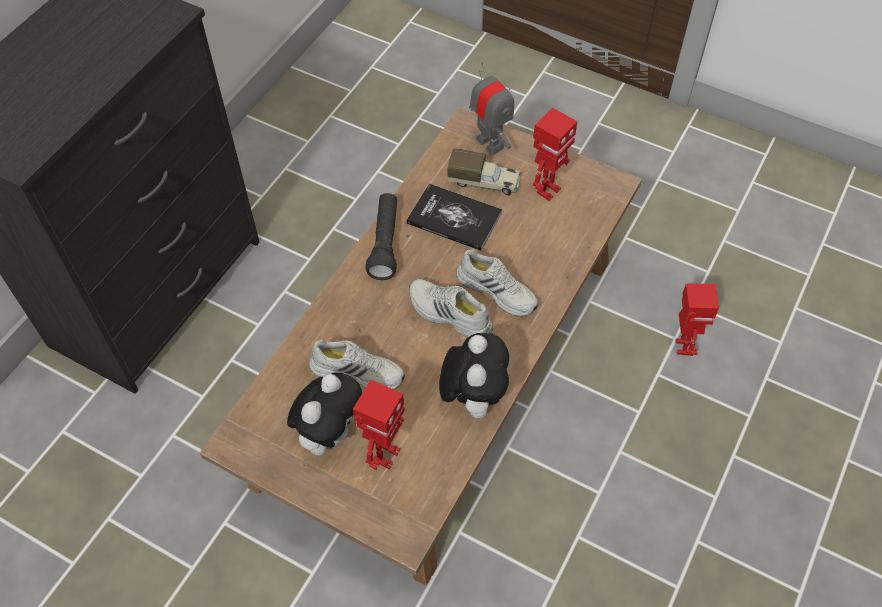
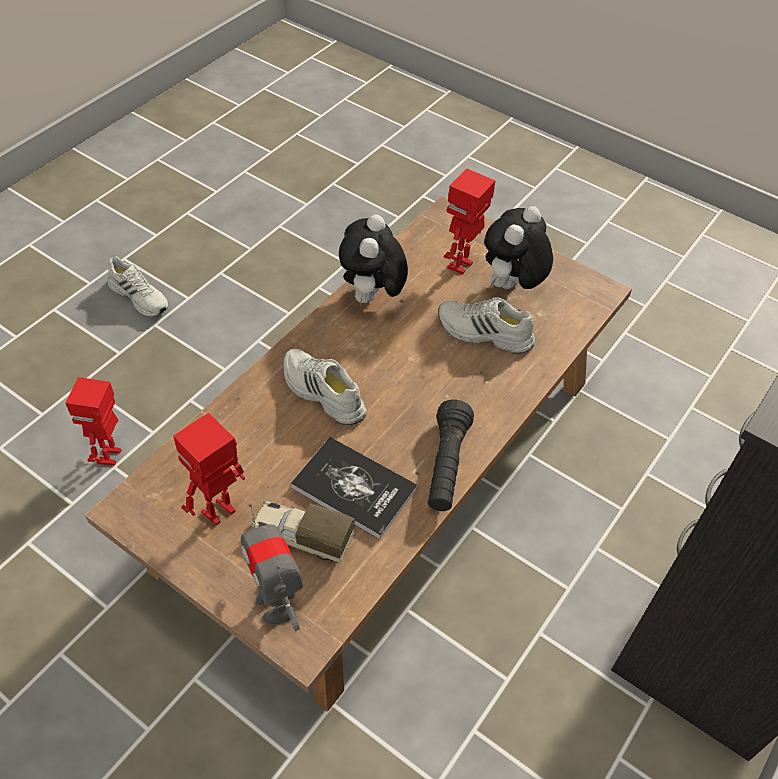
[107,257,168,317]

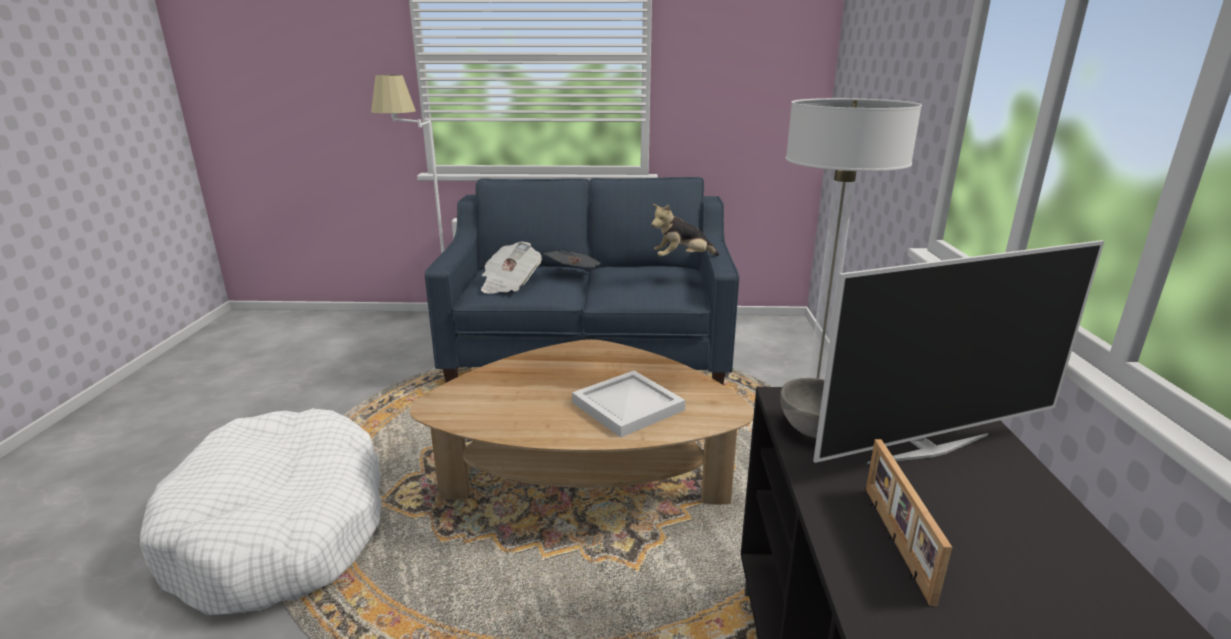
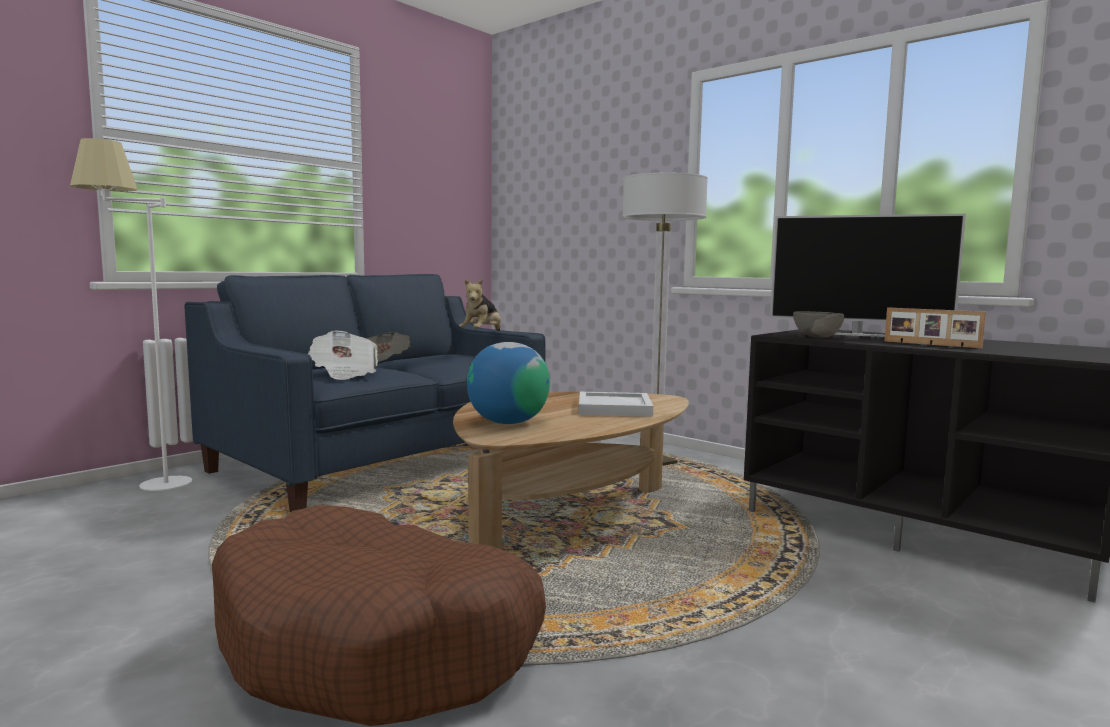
[212,505,546,726]
[770,214,966,337]
[467,342,550,424]

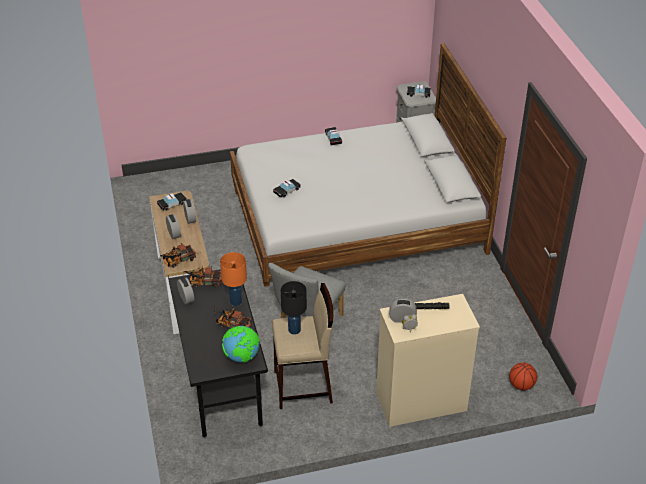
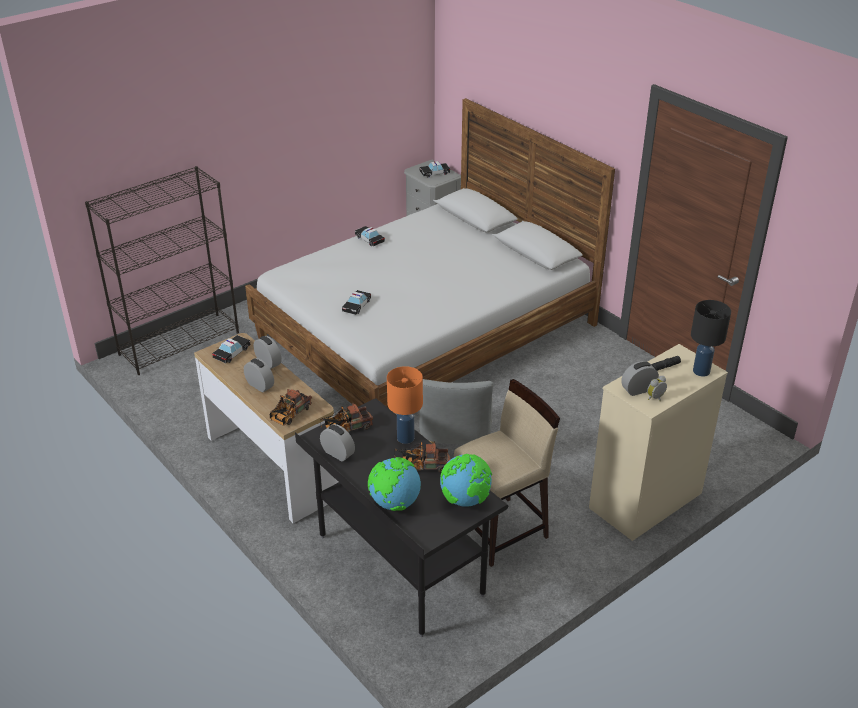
[691,300,731,377]
[509,362,537,390] (first image)
[85,166,239,375]
[368,457,421,511]

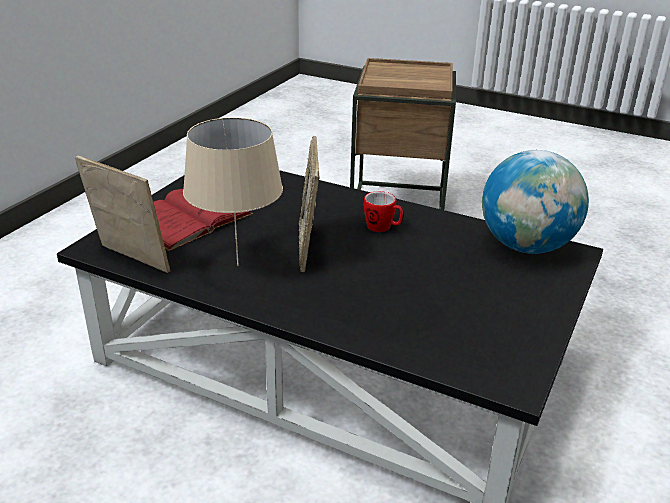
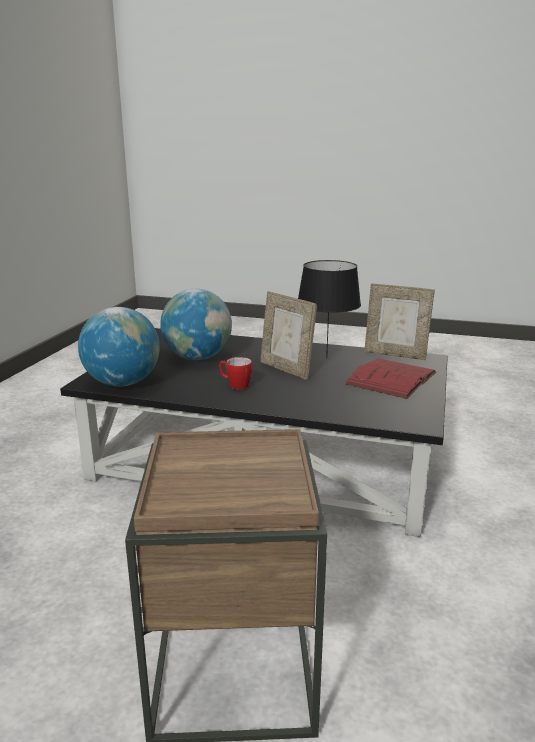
[298,260,361,358]
[260,291,317,380]
[160,289,232,360]

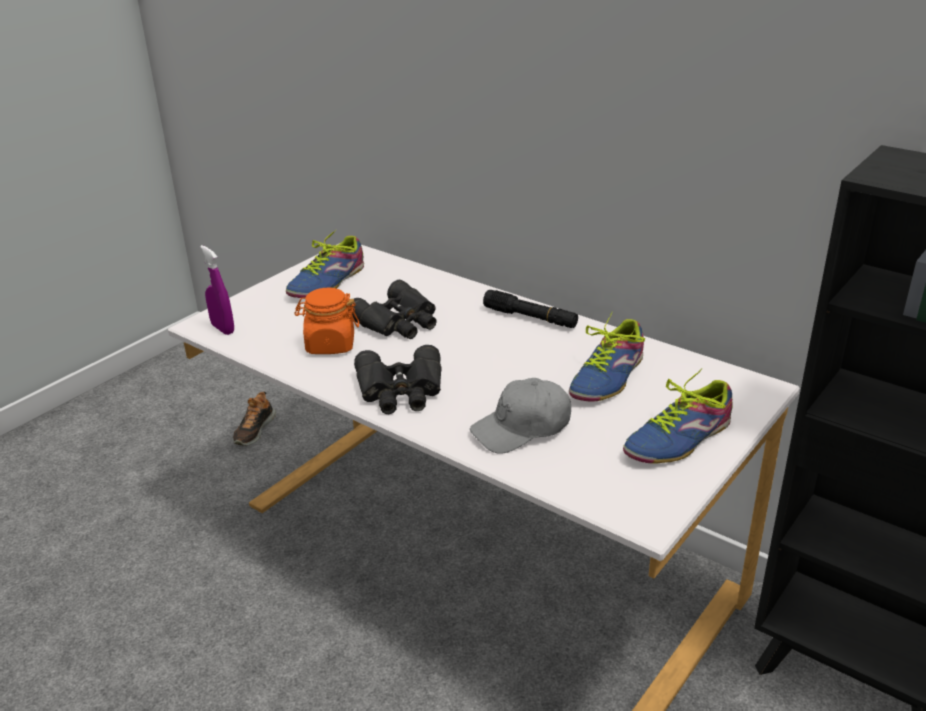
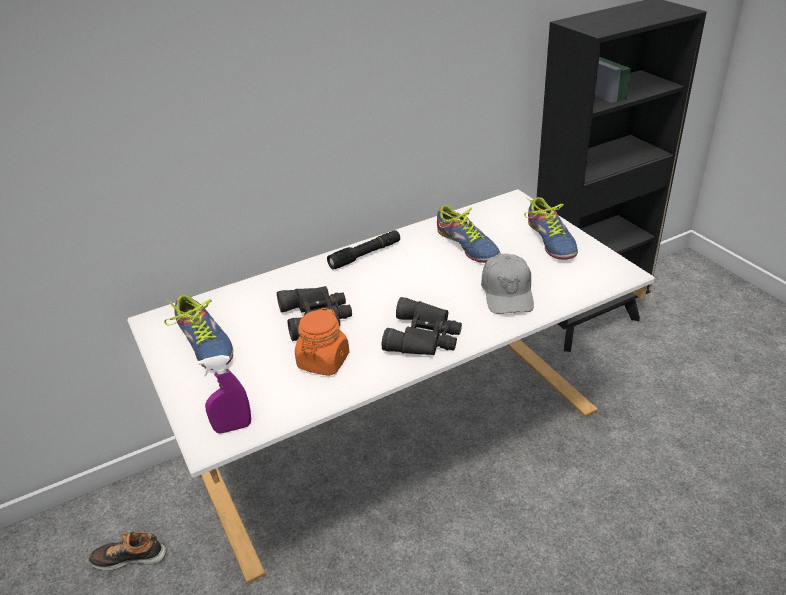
[88,531,166,570]

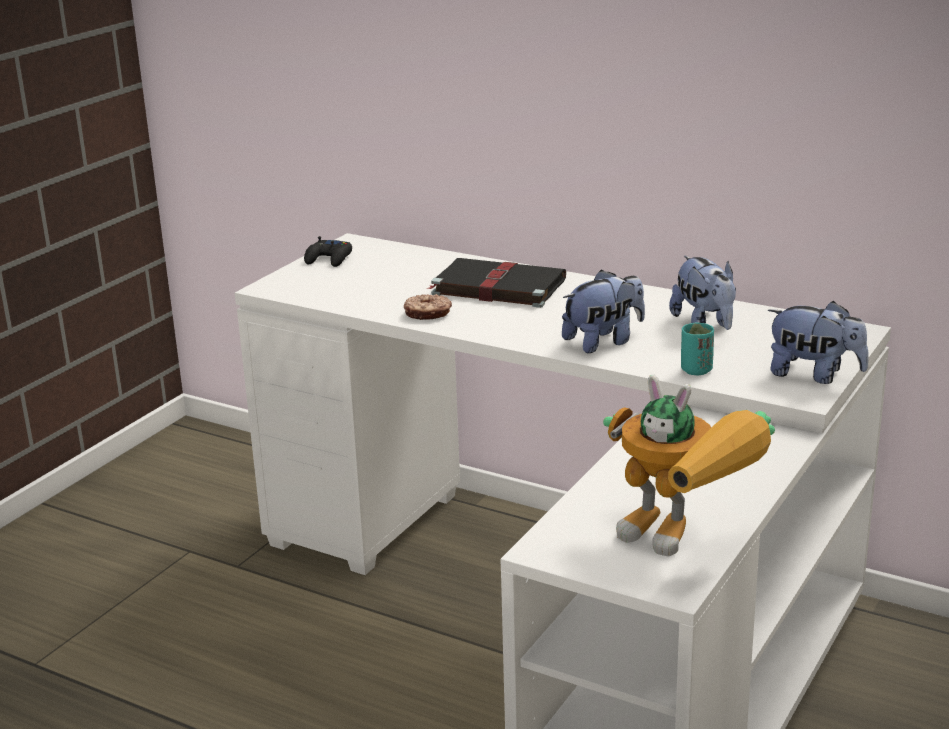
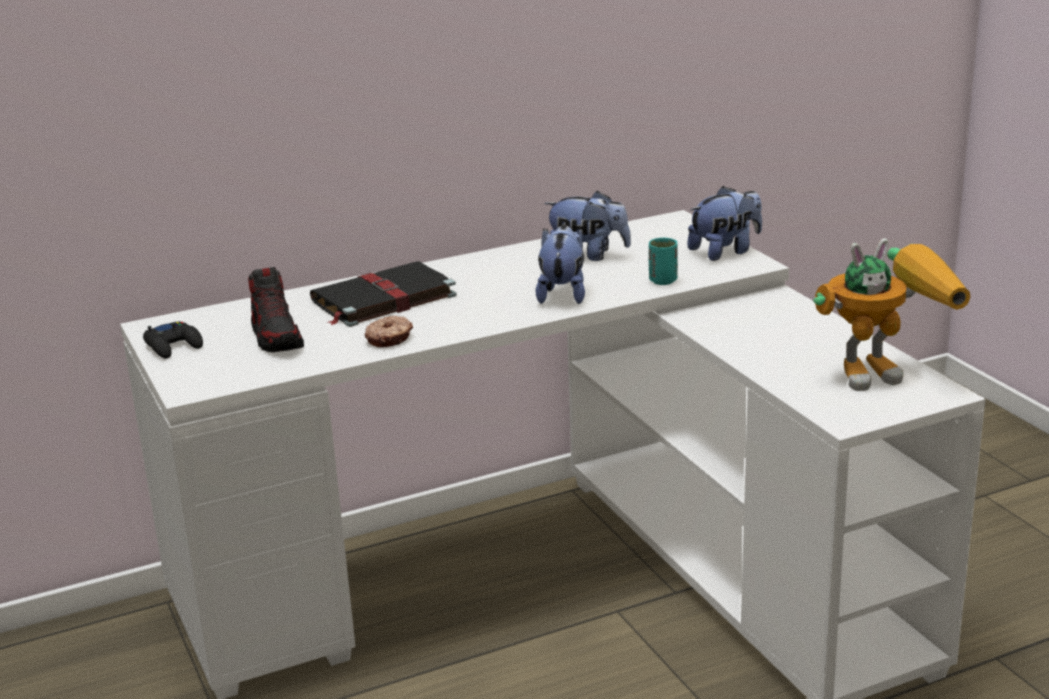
[248,267,304,352]

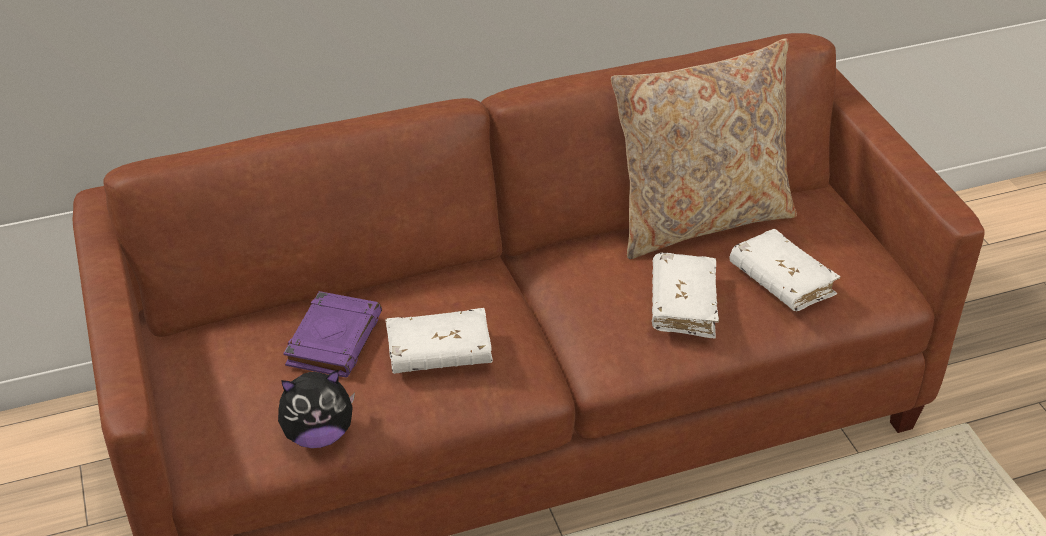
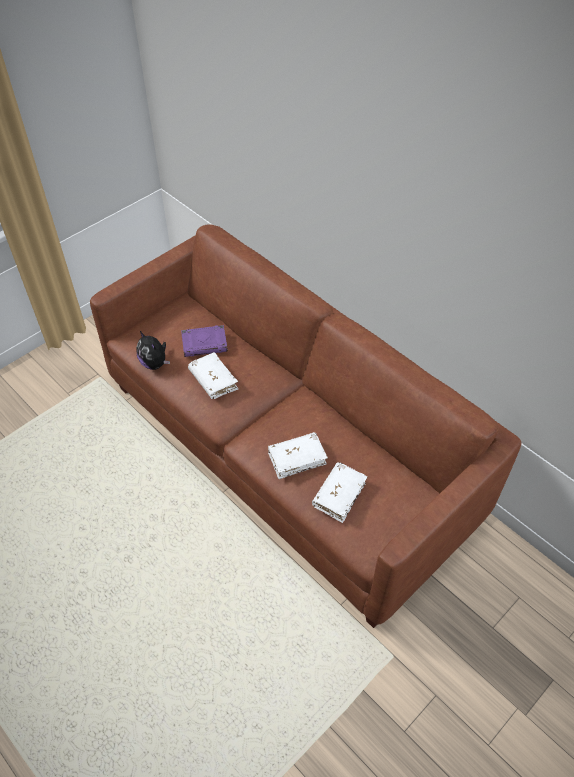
[611,38,797,259] (first image)

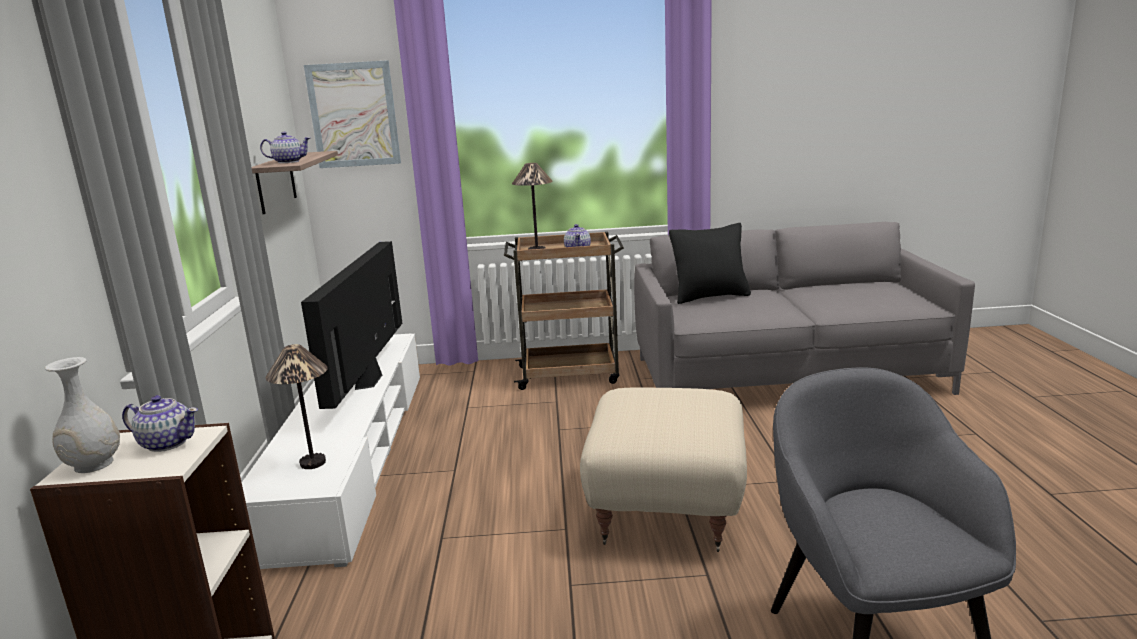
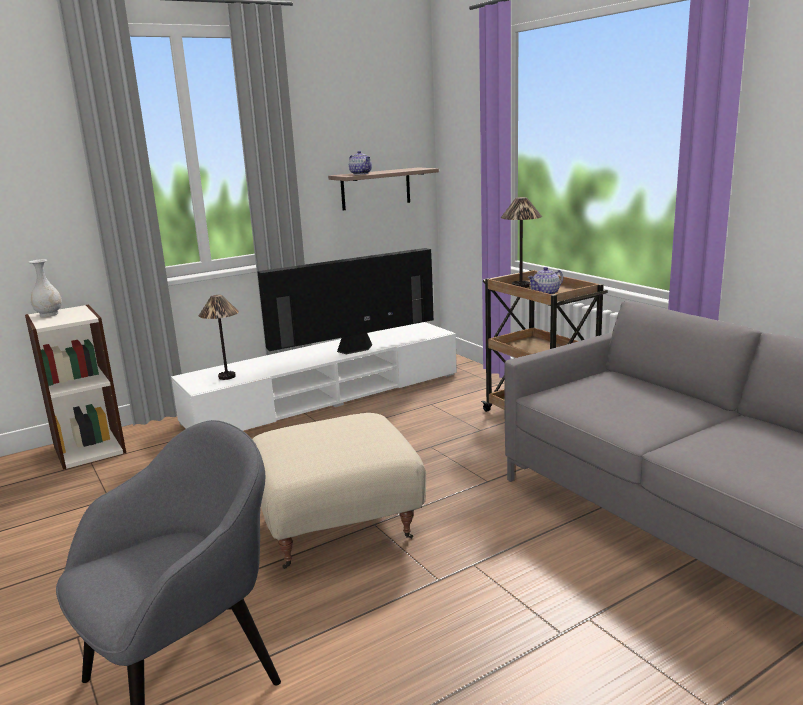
[122,395,198,452] (first image)
[304,60,401,168] (first image)
[669,223,751,304] (first image)

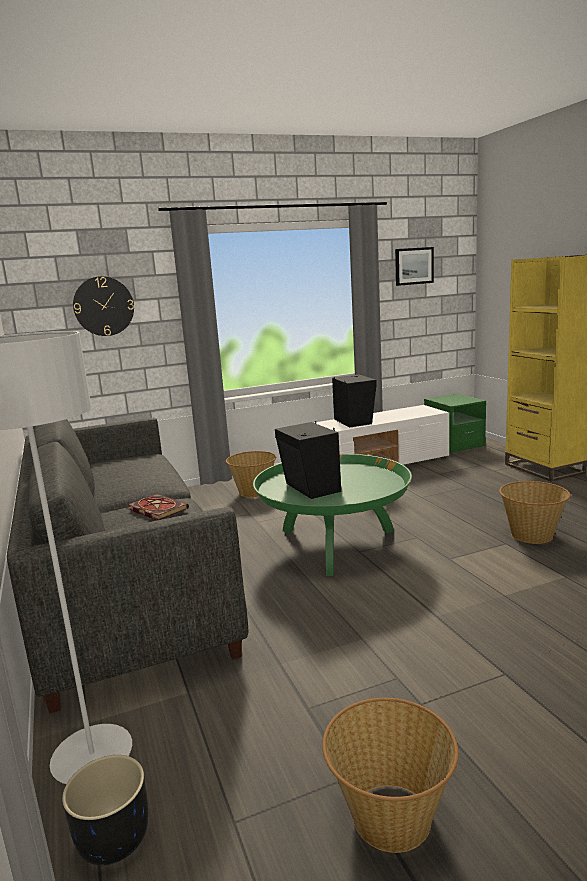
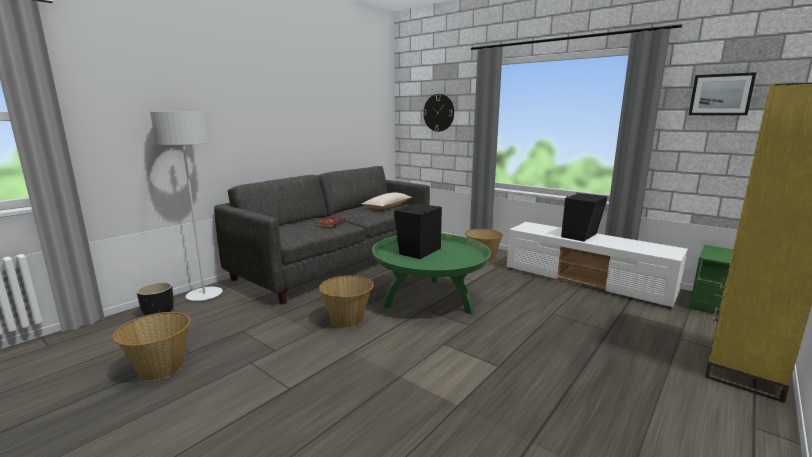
[319,275,374,328]
[362,192,412,209]

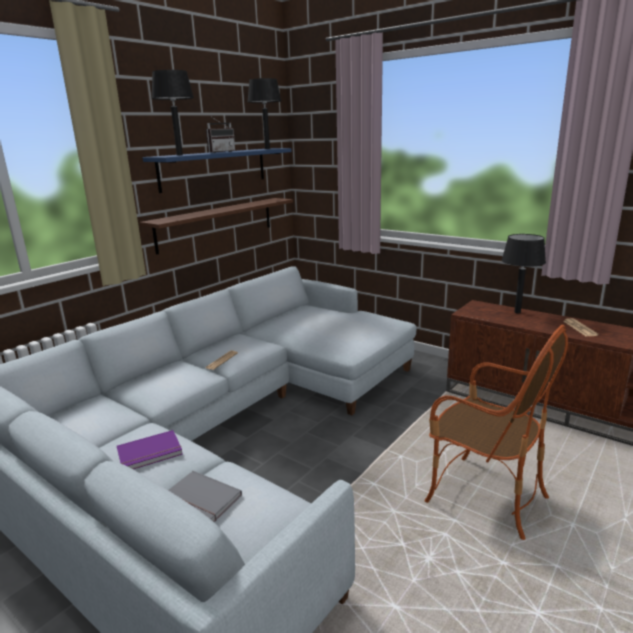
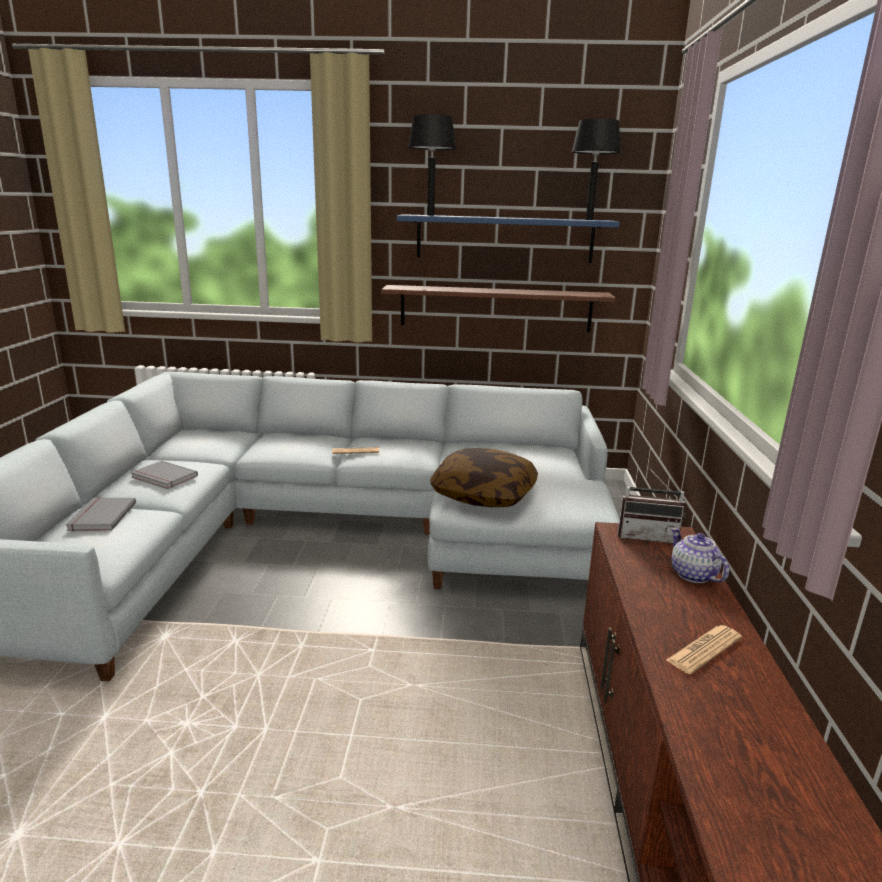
[130,461,198,489]
[617,467,685,544]
[424,325,568,540] (first image)
[671,528,729,583]
[430,448,538,507]

